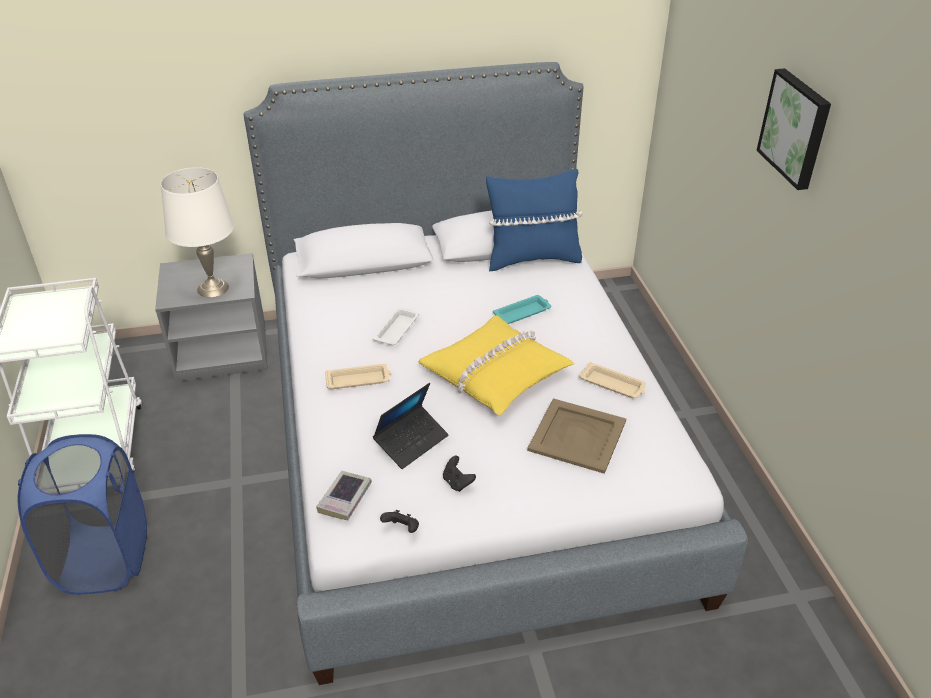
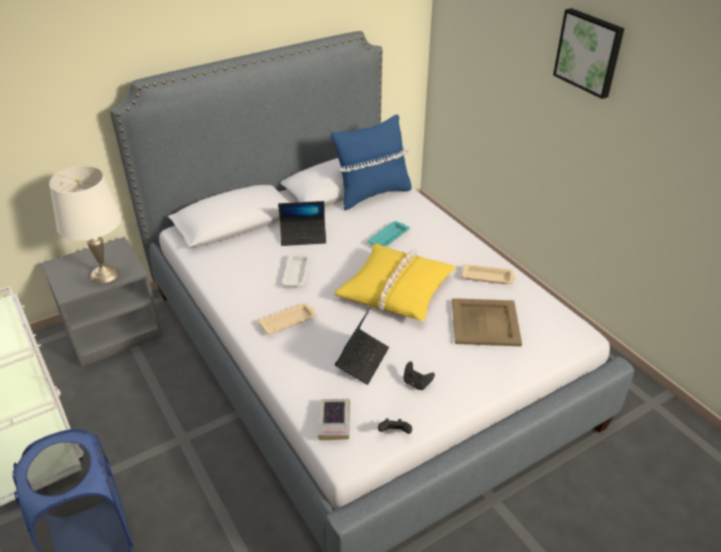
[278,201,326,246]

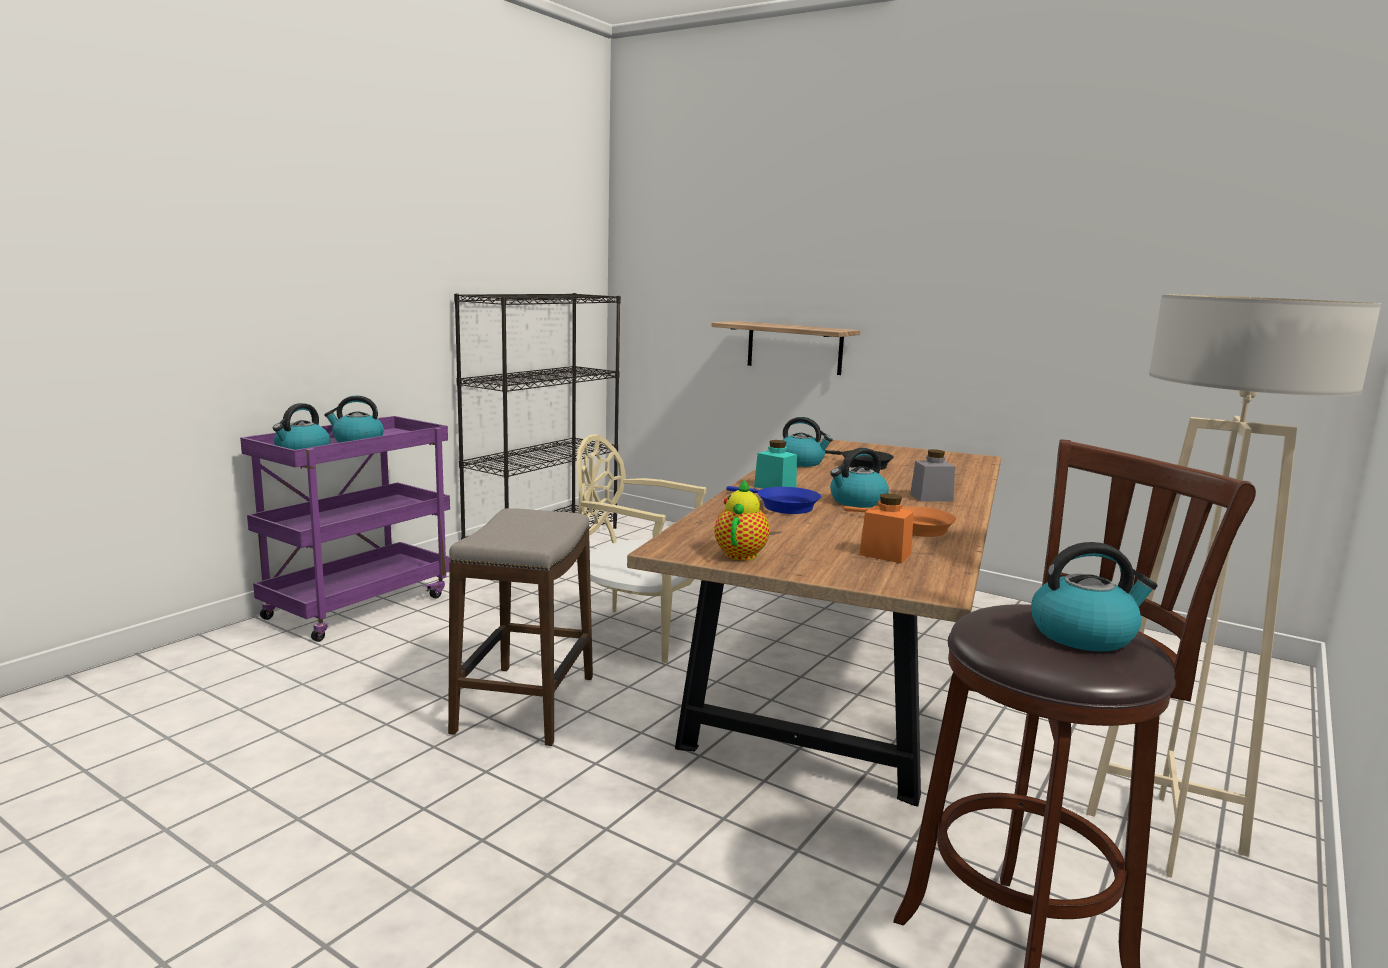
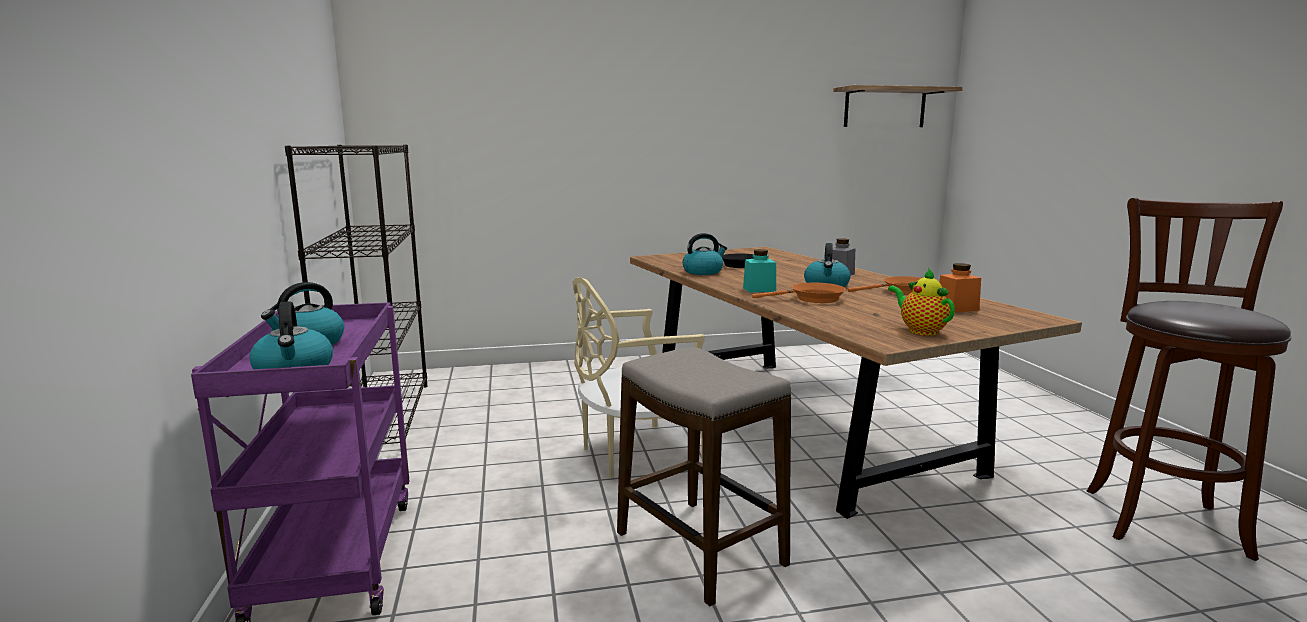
[833,85,963,127]
[752,283,846,303]
[1031,542,1157,651] (first image)
[1086,294,1381,878] (first image)

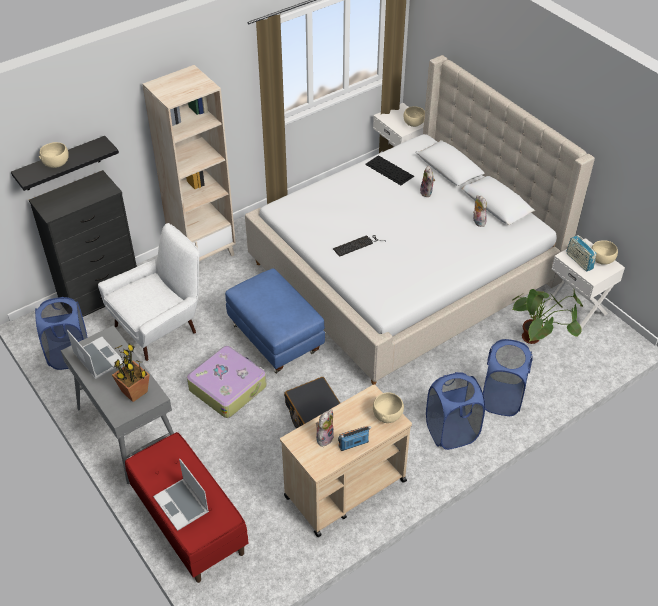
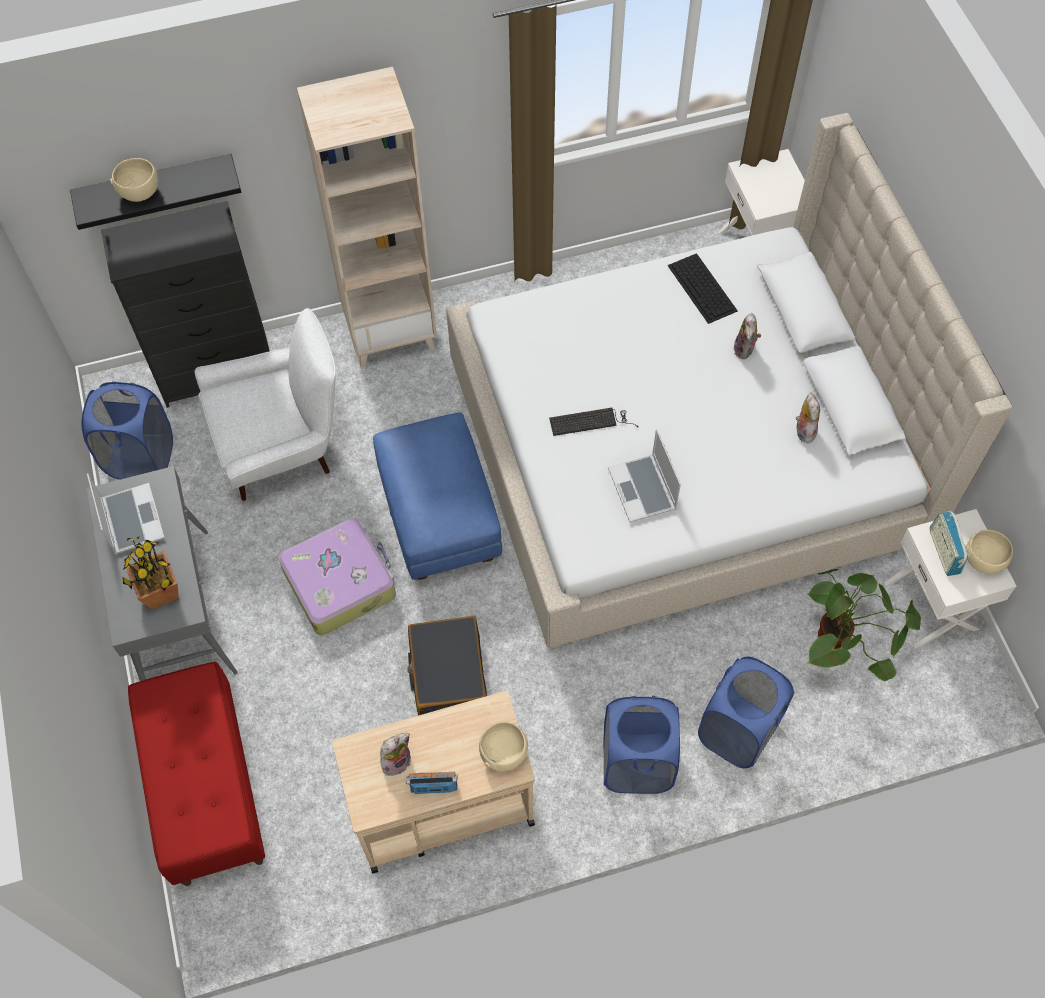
[608,429,681,522]
[403,106,425,127] (first image)

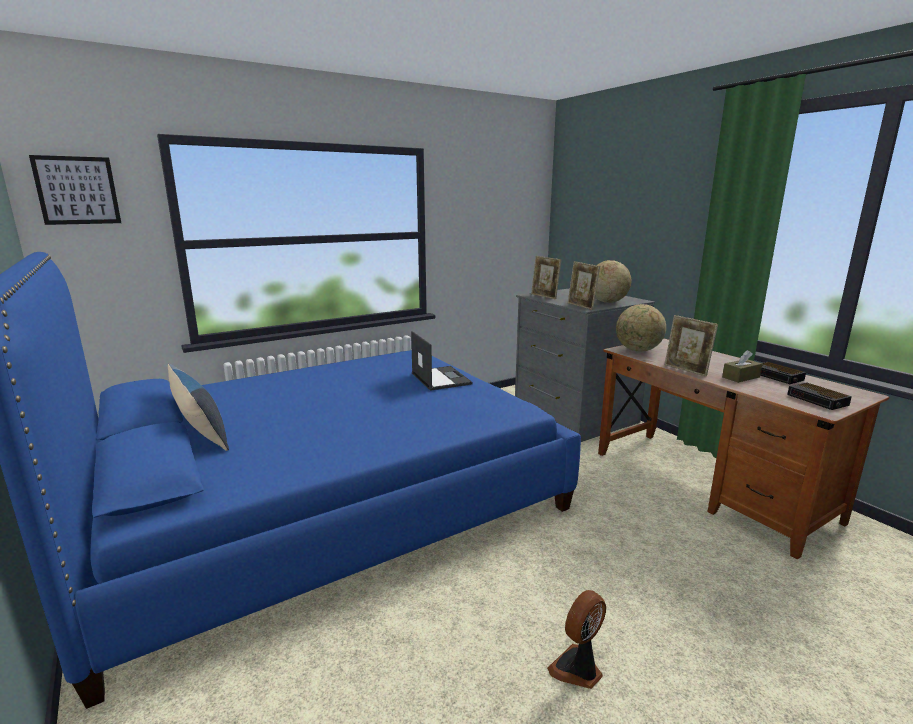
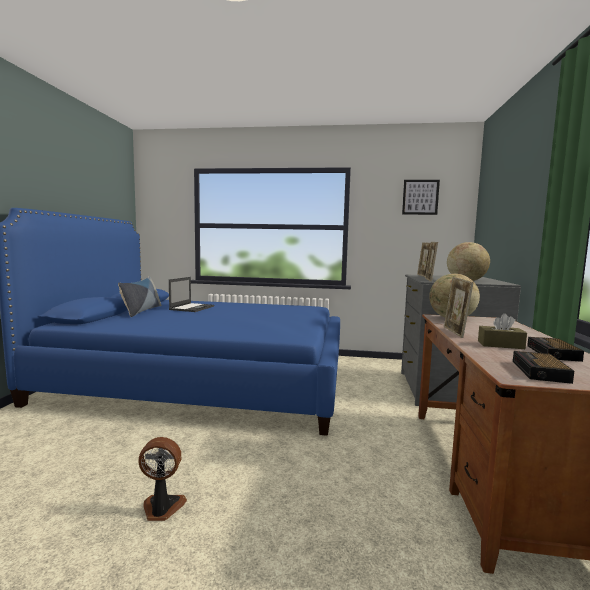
[402,180,440,215]
[169,277,214,312]

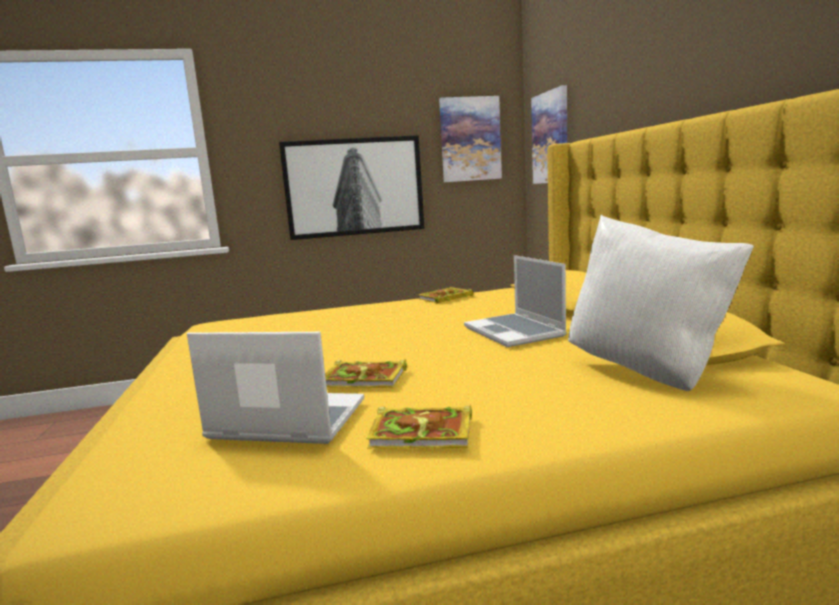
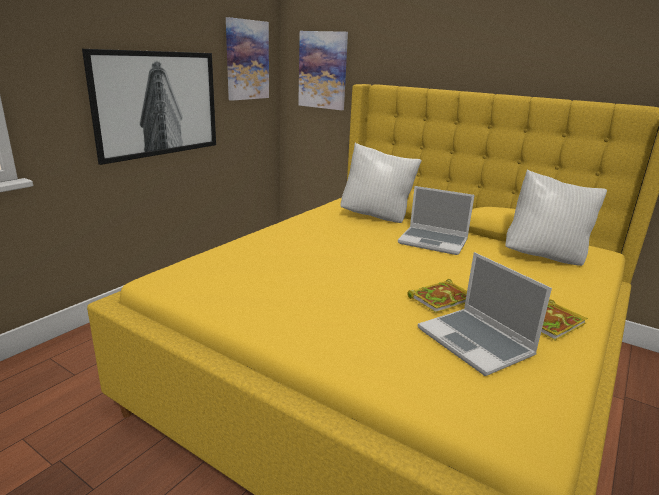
[418,252,552,376]
[418,287,473,303] (first image)
[340,143,422,223]

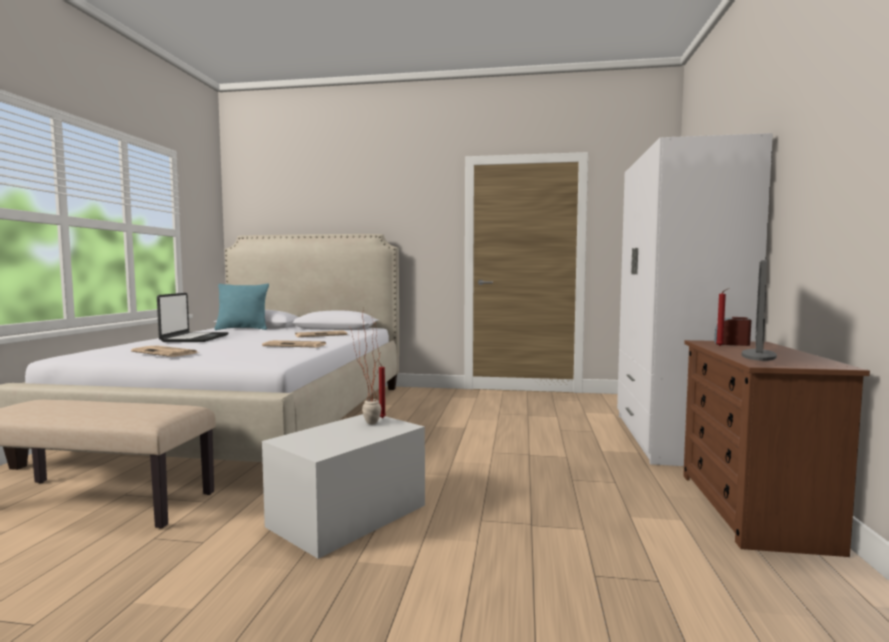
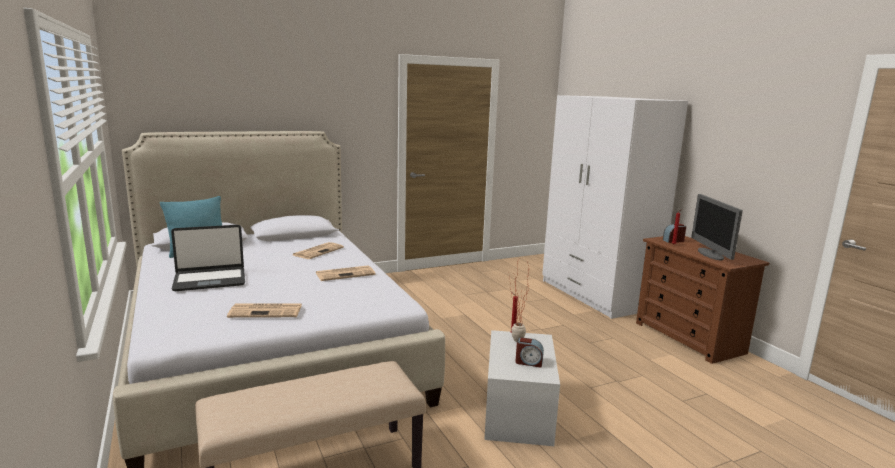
[171,225,245,291]
[515,337,544,368]

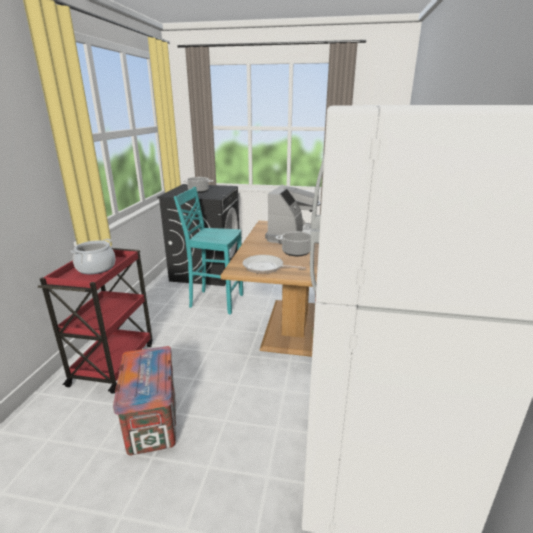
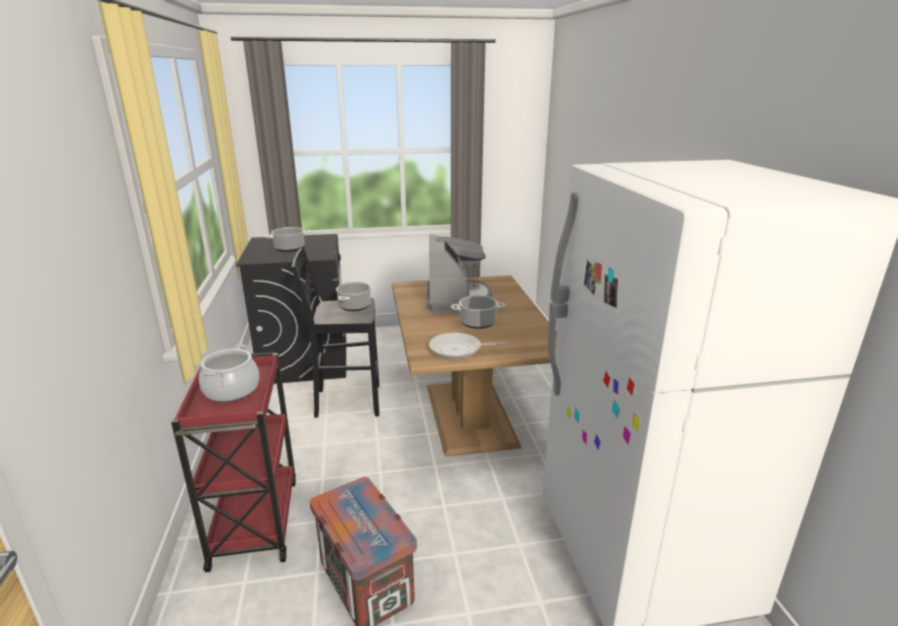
[291,246,379,418]
[336,282,371,311]

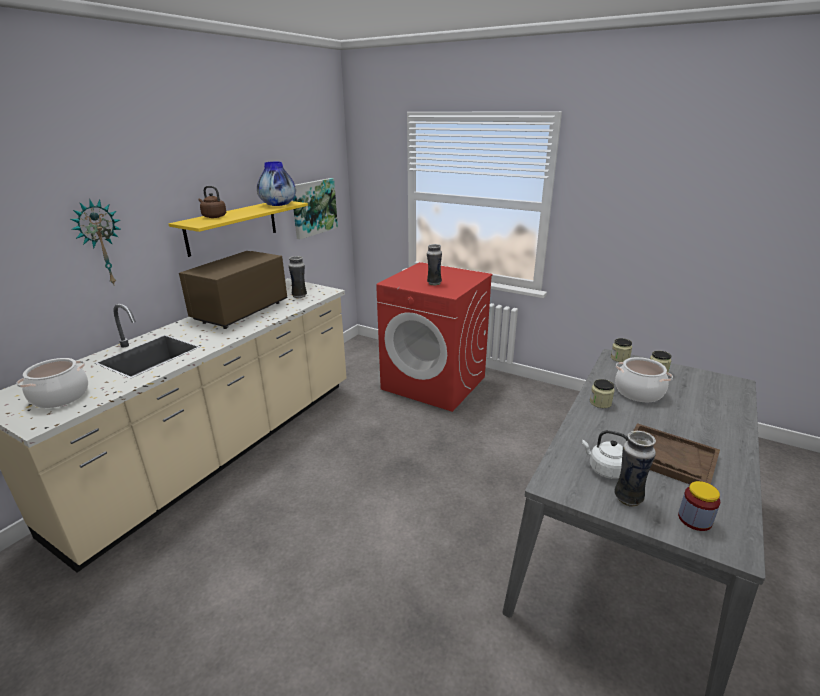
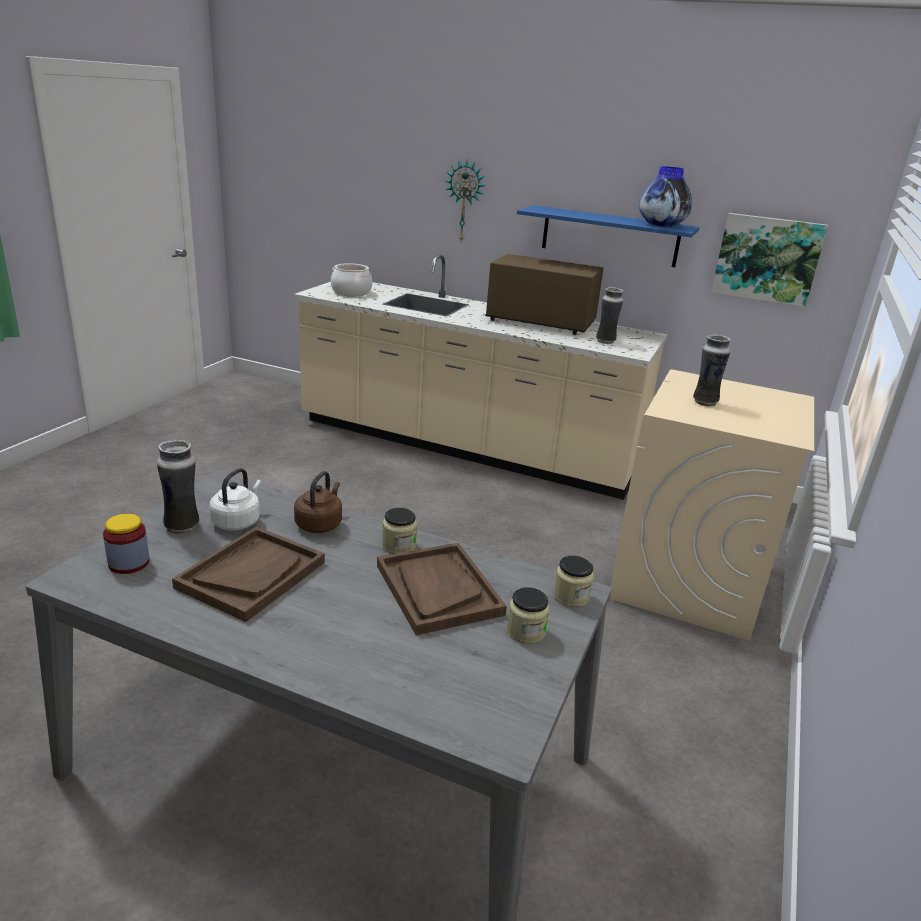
[517,205,700,267]
[294,471,342,533]
[609,369,814,641]
[377,543,507,635]

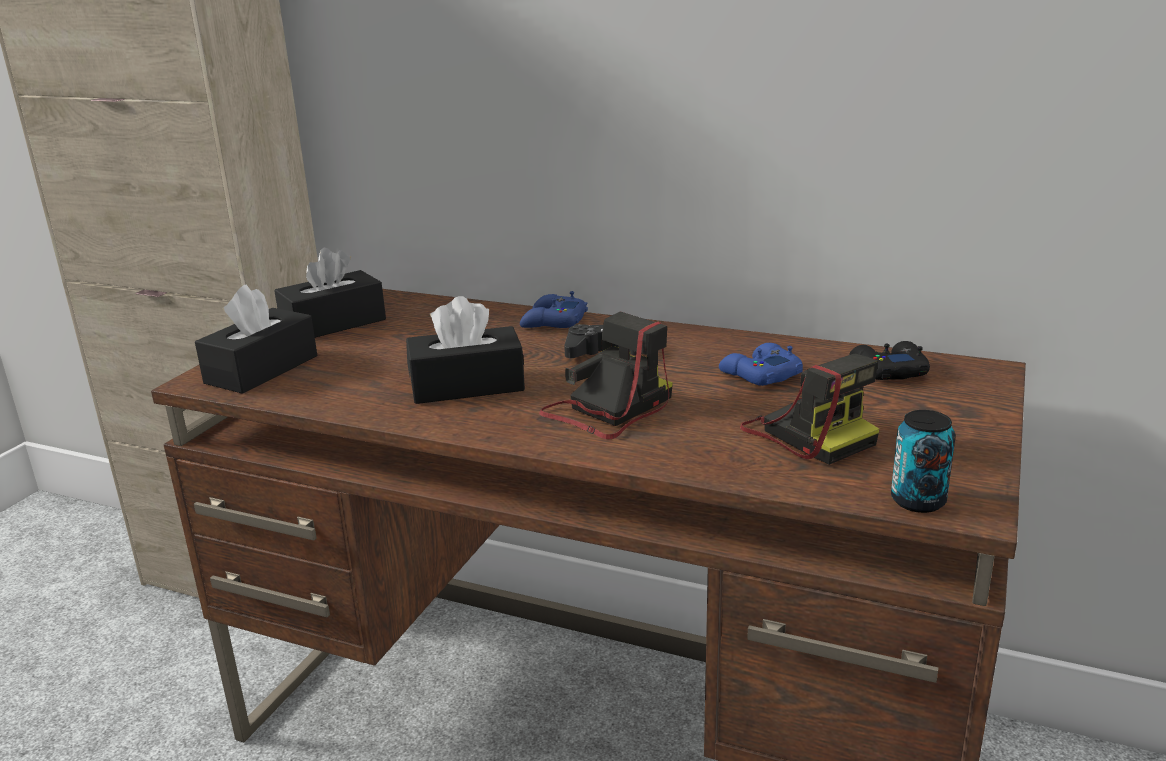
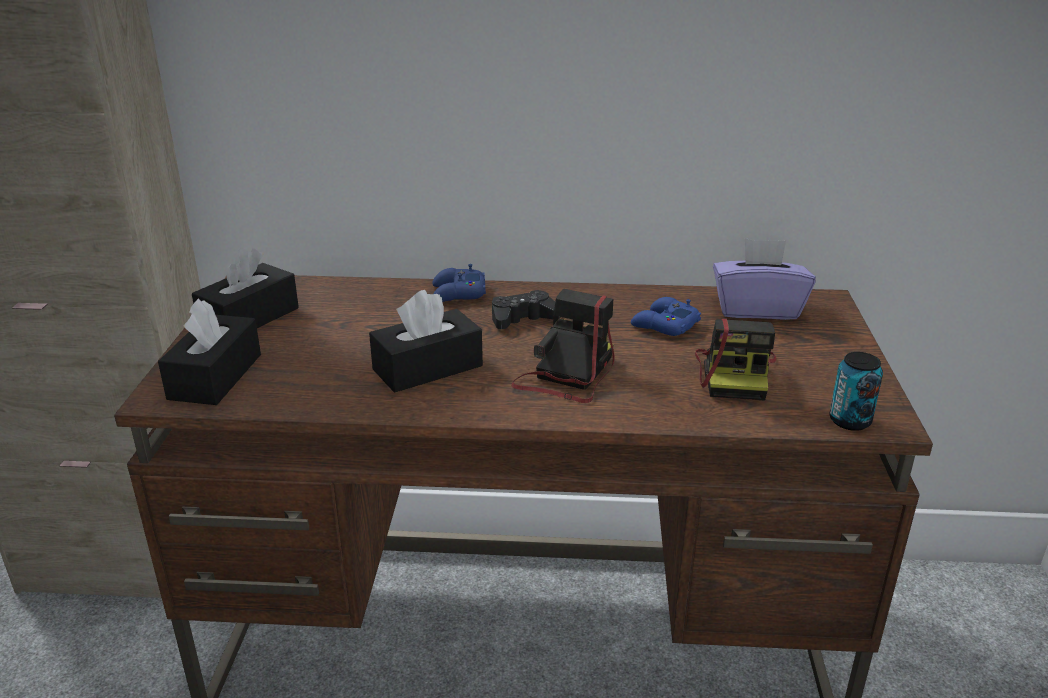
[695,318,776,400]
[713,238,816,320]

